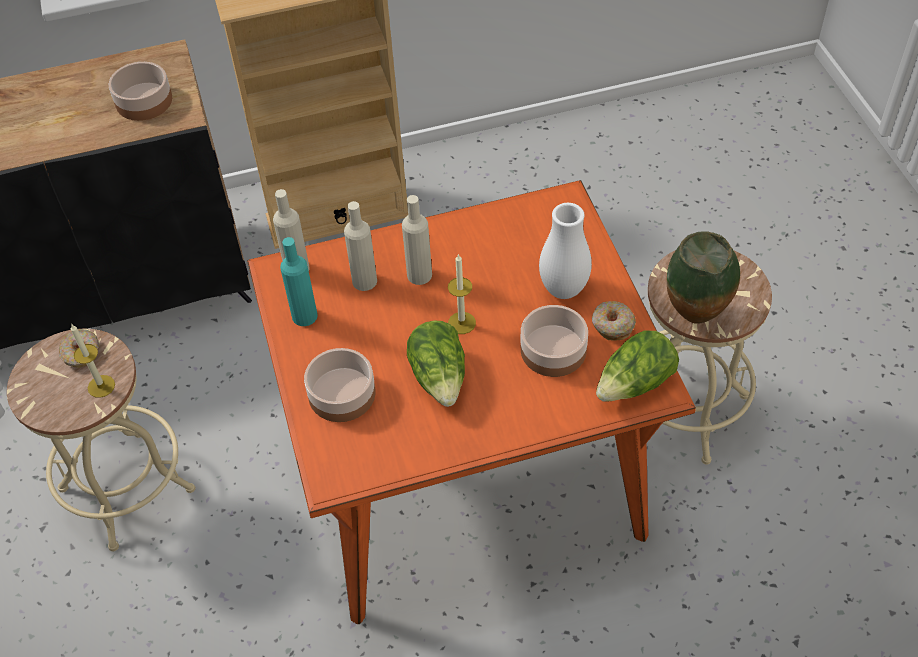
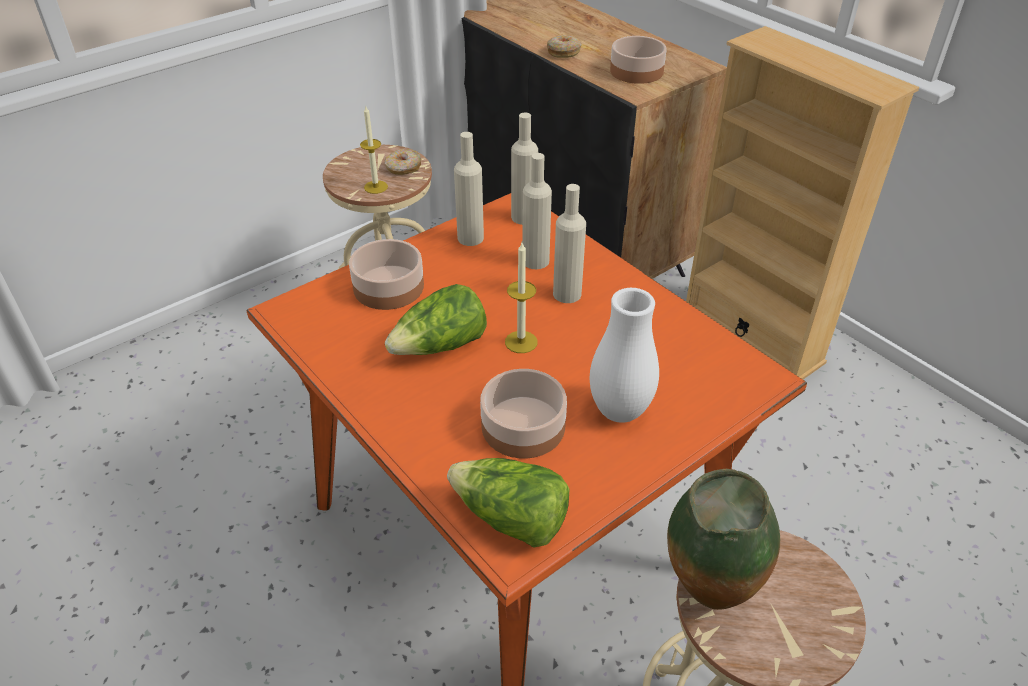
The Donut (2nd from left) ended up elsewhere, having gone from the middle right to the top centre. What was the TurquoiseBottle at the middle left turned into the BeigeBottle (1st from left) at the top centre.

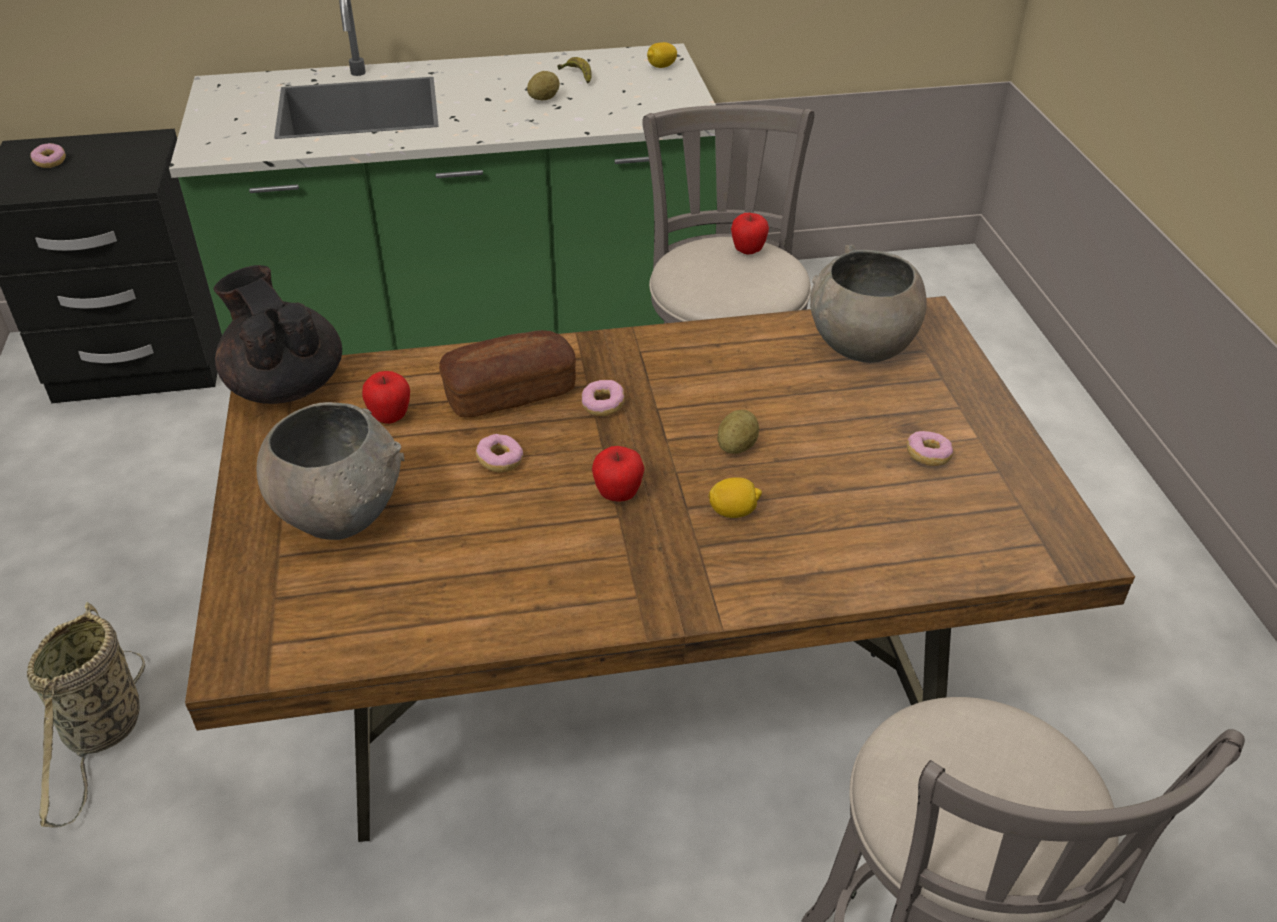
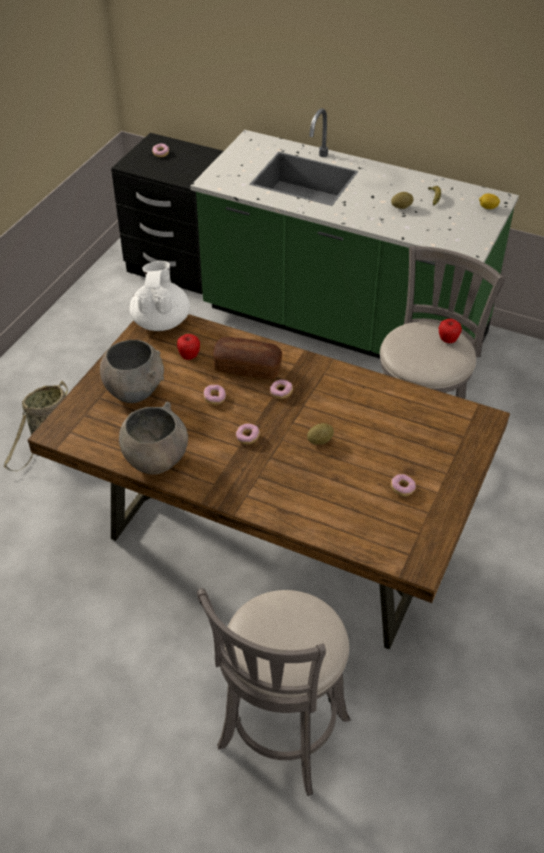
The second view lost the Lemon (2nd from left) at the centre. The GreyBowl (2nd from left) ended up elsewhere, having gone from the top right to the middle left. Where the Apple (2nd from left) stood at the centre, the Donut (3rd from left) came to stand at the centre. What was the BlackTeapot at the middle left turned into the WhiteTeapot at the middle left.

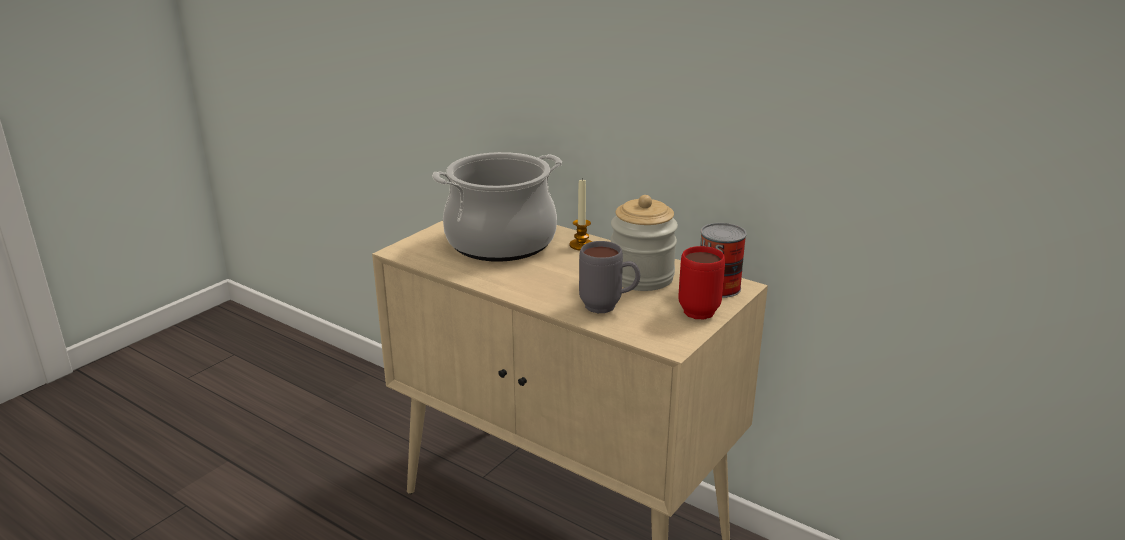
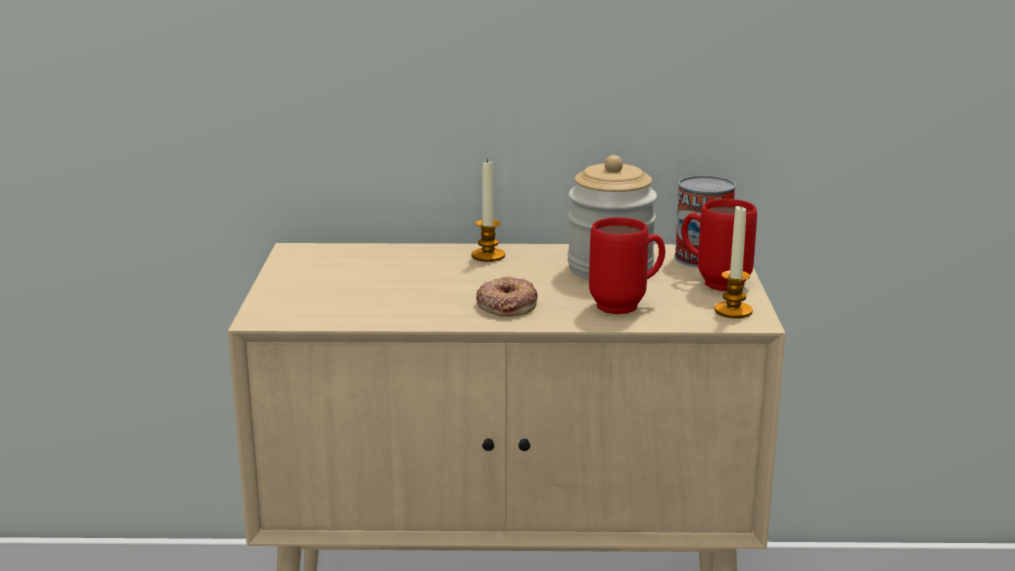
The second view lost the CookingPot at the centre. The second view gained the Donut at the centre. The second view gained the Candle (2nd from left) at the middle right. What was the GreyMug at the centre turned into the RedMug (1st from left) at the centre.

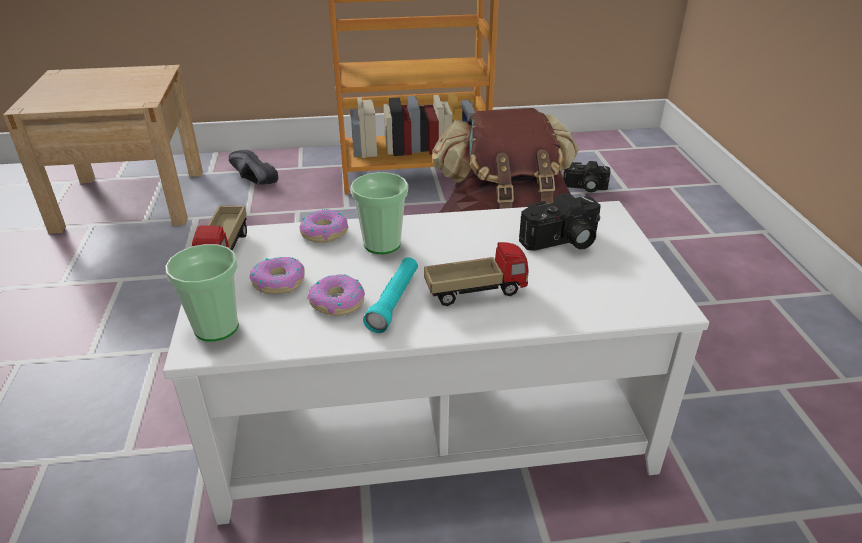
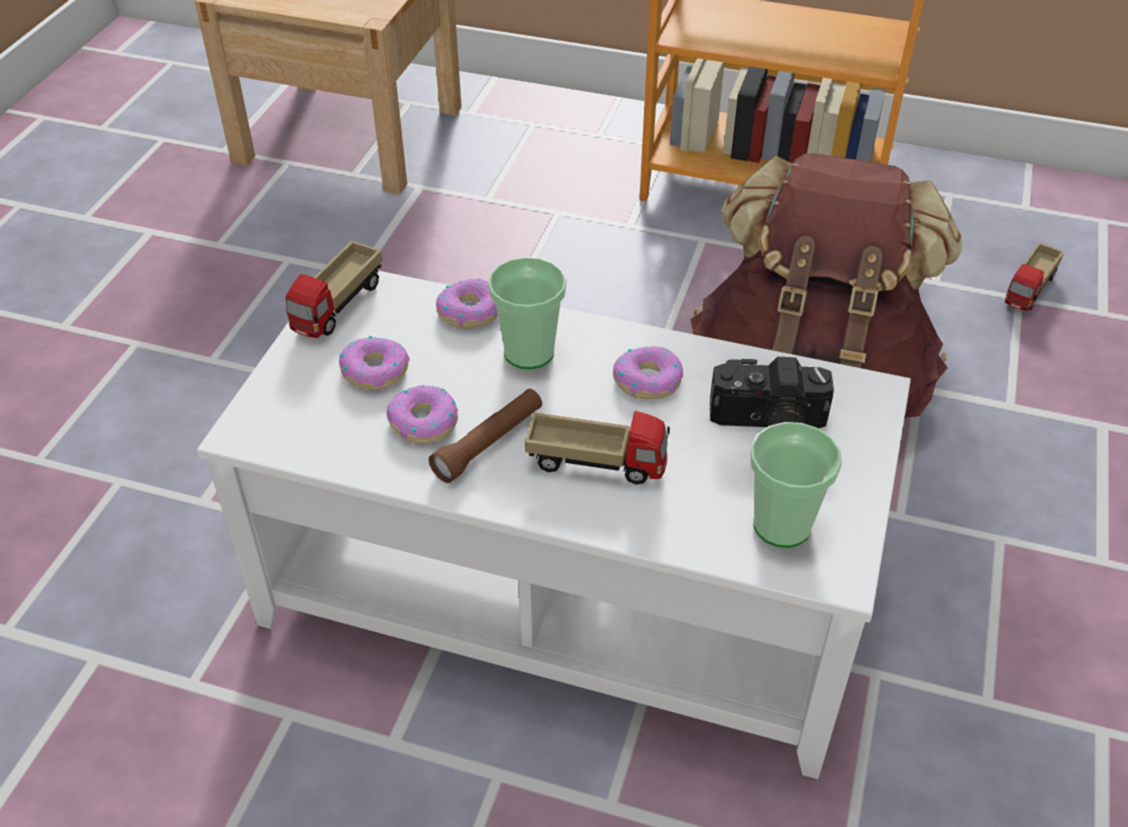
The second view lost the BlackShoe at the top left. The second view gained the Donut (4th from left) at the centre. The Cup (1st from left in the first image) ended up elsewhere, having gone from the middle left to the middle right. Where the PhotoCamera (2nd from left) stood at the top right, the ToyTruck (3rd from left) came to stand at the middle right. What was the TurquoiseFlashlight at the centre turned into the BrownFlashlight at the centre.

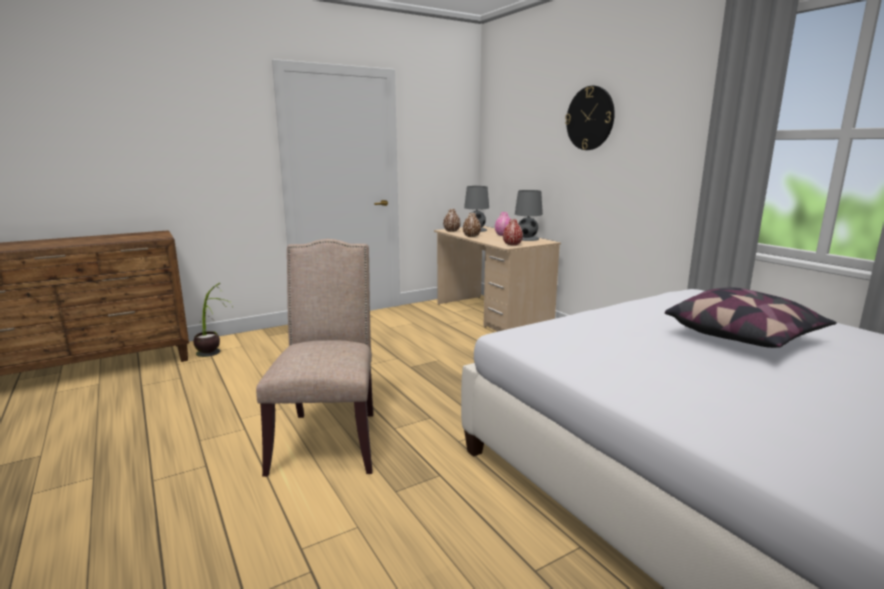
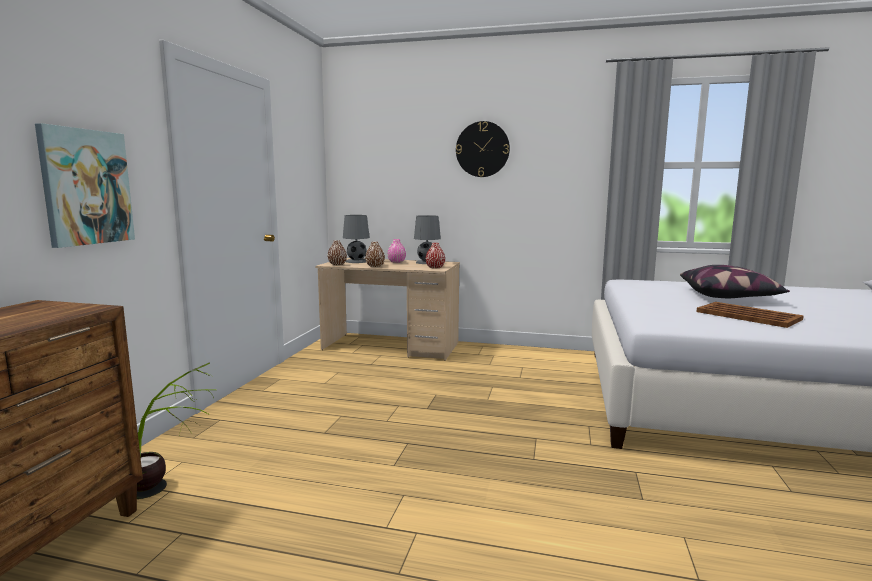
The second view lost the BeigeChair at the centre. The second view gained the Picture at the top left. The second view gained the BrownTray at the middle right.

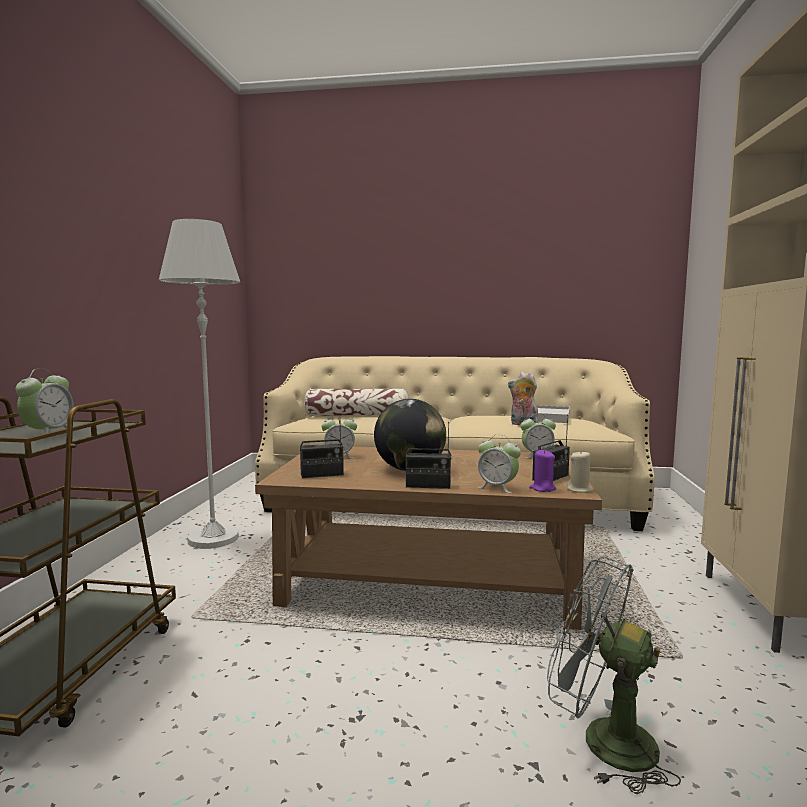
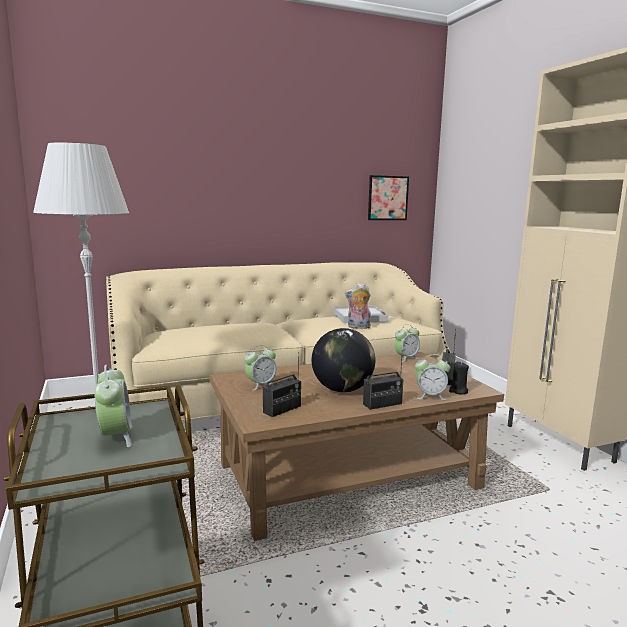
The second view lost the Pillow at the centre. The second view lost the GreyFan at the bottom right. The second view lost the BeigeCandle at the middle right. The second view gained the Picture at the top centre. What was the PurpleCandle at the middle right turned into the BlackCandle at the middle right.

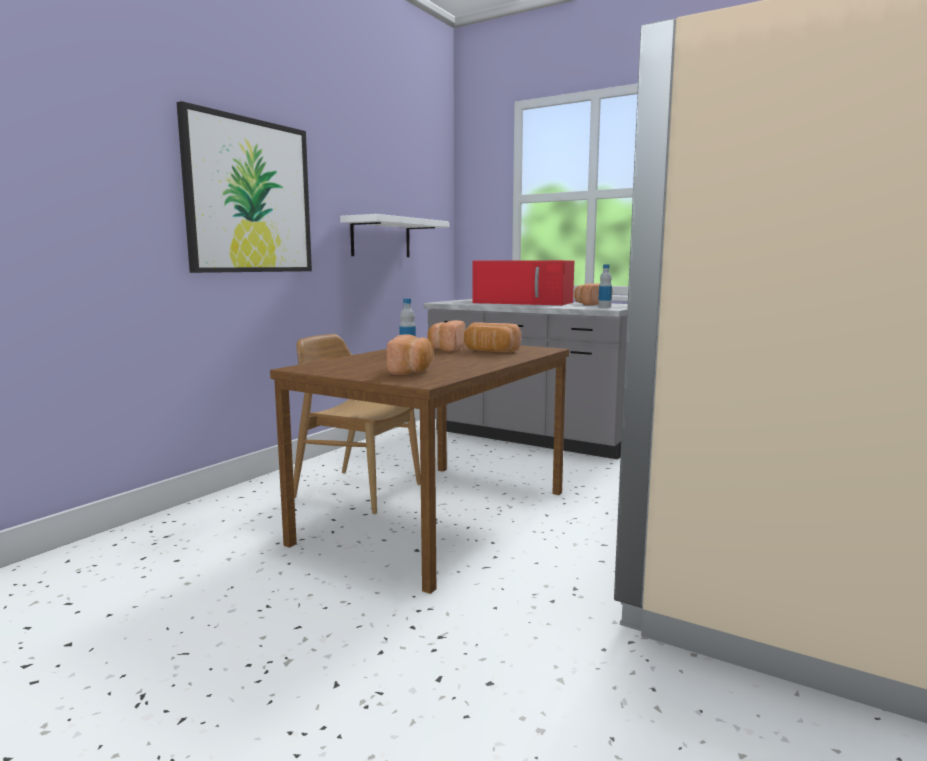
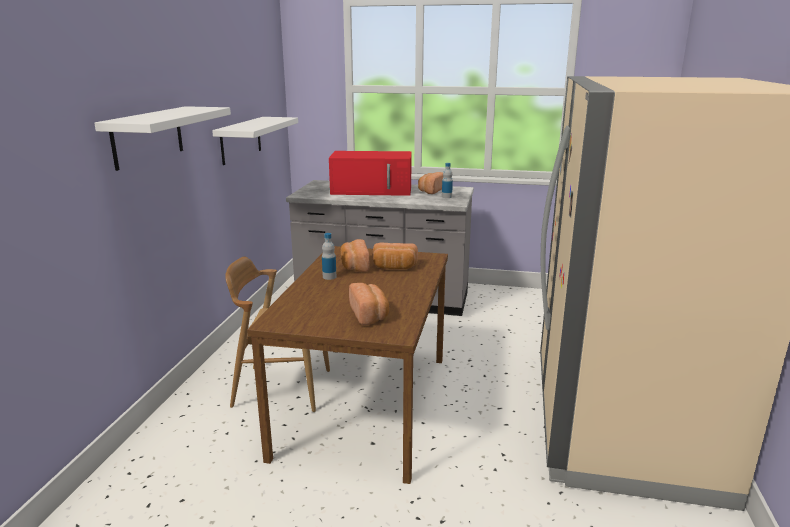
Where the Picture hung at the top left, the WhiteShelf (1st from left) came to hang at the top left.

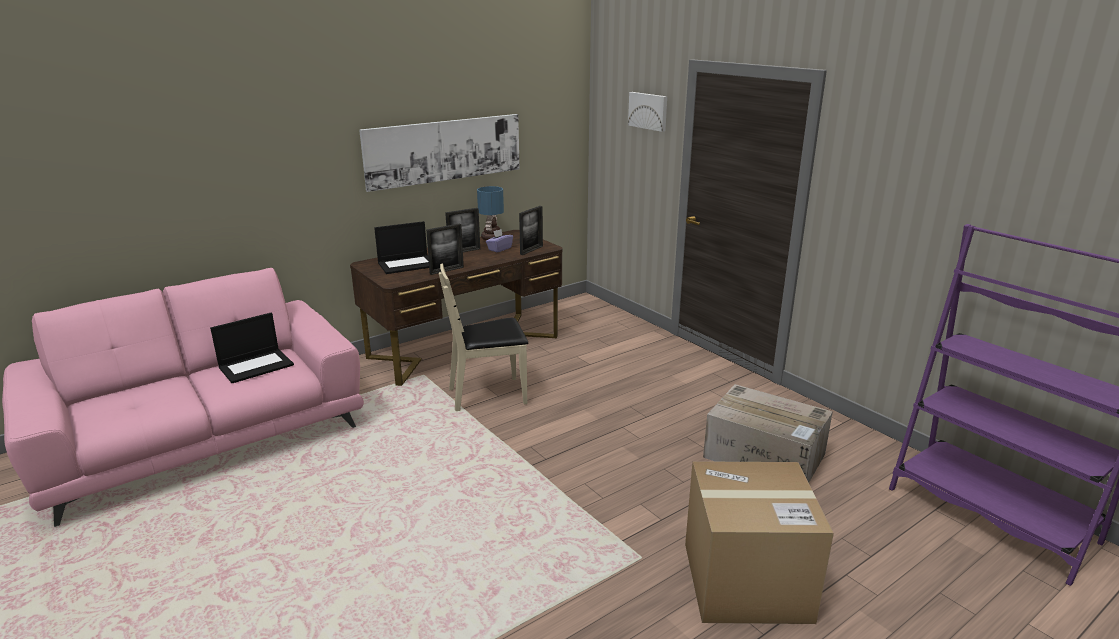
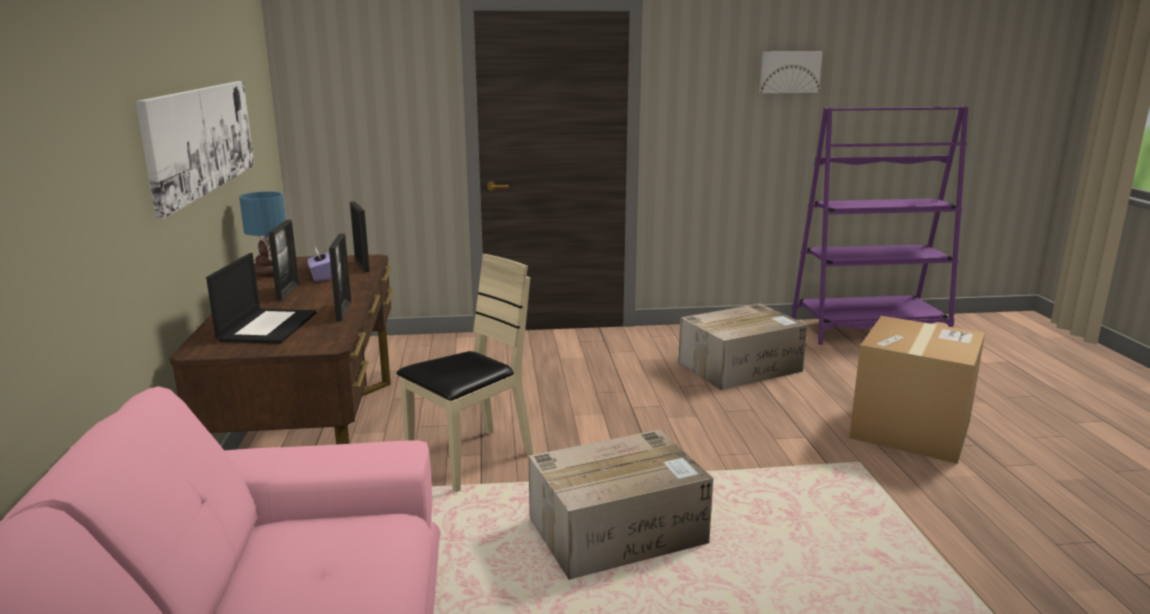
The second view lost the Laptop (1st from left) at the middle left. The second view gained the CardboardBox (1st from left) at the bottom centre. The Picture (2nd from left) ended up elsewhere, having gone from the top centre to the top right. The BeigeChair at the centre ended up facing another way, 150 degrees counterclockwise from before.

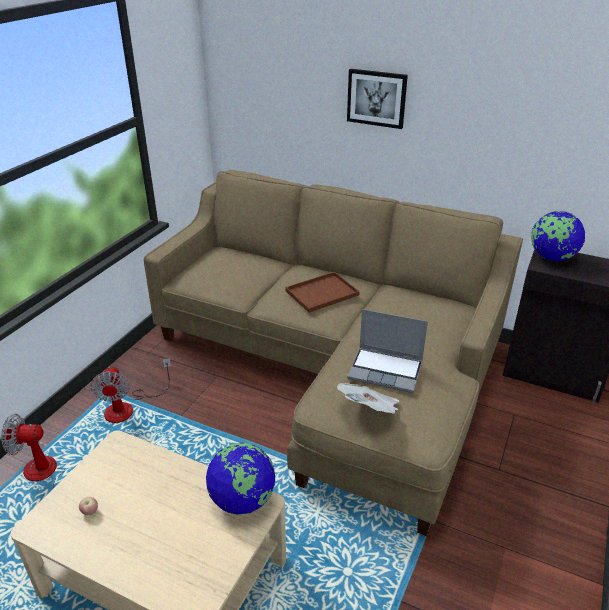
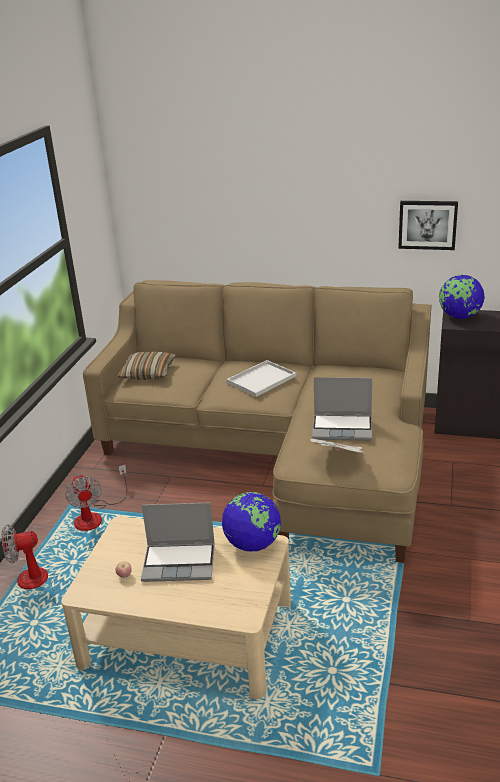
The second view gained the Pillow at the middle left. The second view gained the Laptop (1st from left) at the bottom centre. The Picture ended up elsewhere, having gone from the top centre to the top right. What was the BrownTray at the centre turned into the WhiteTray at the centre.

